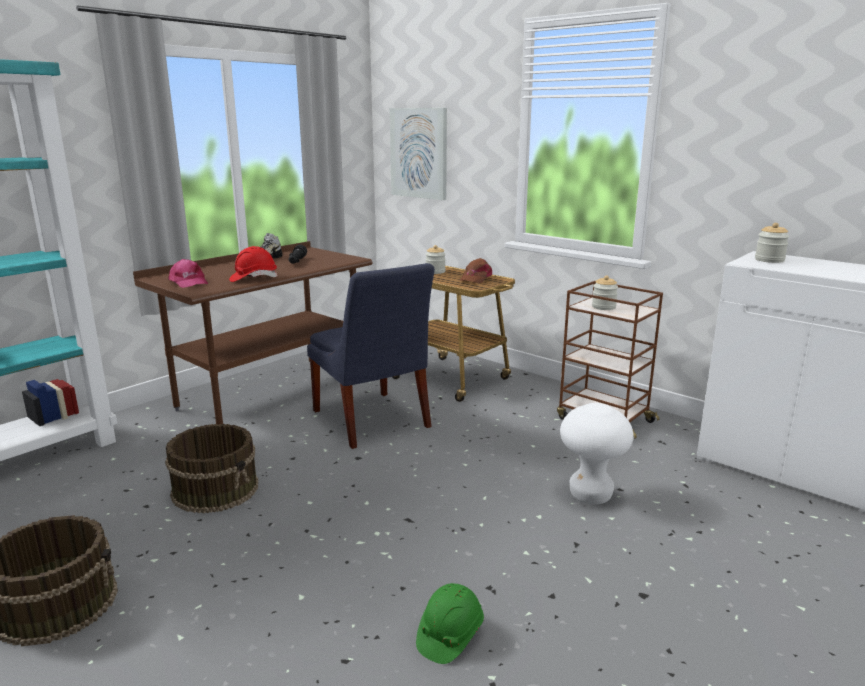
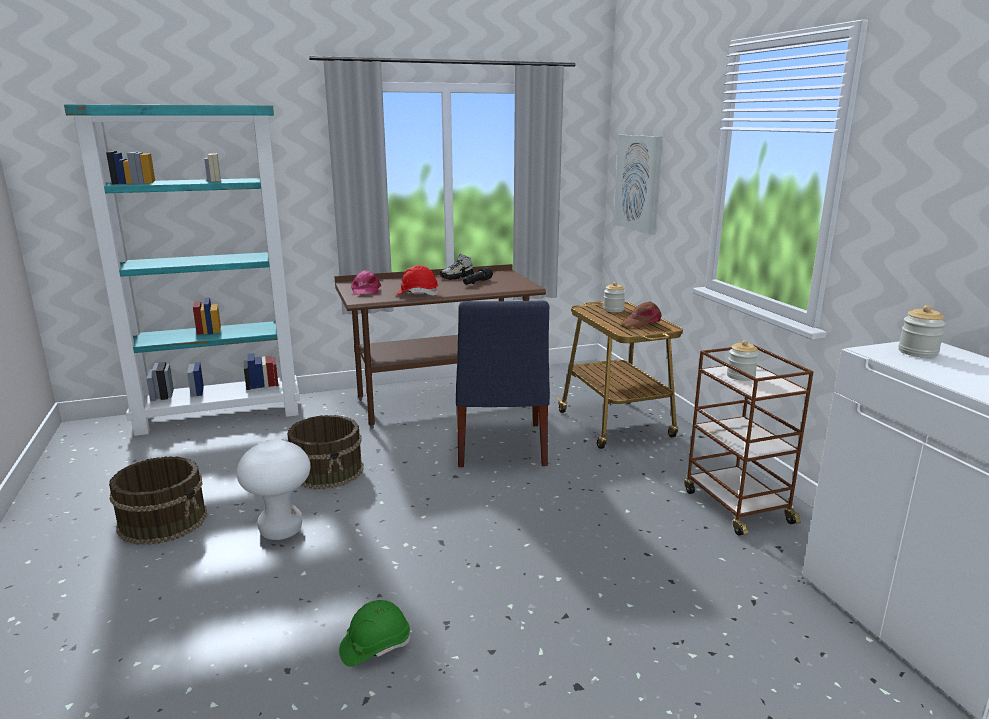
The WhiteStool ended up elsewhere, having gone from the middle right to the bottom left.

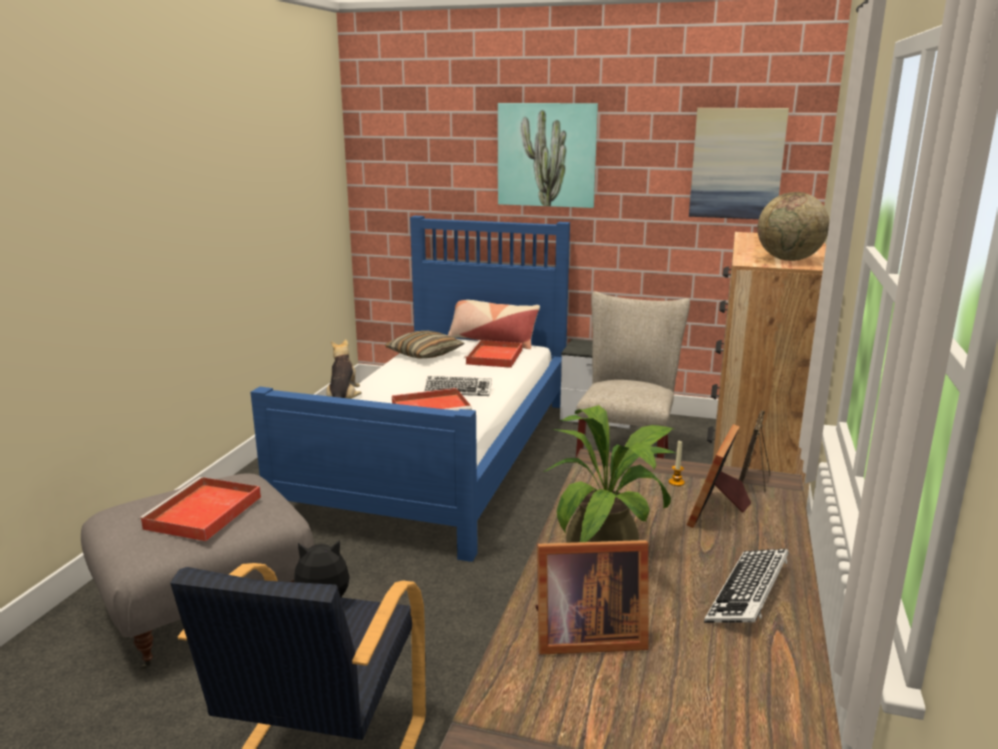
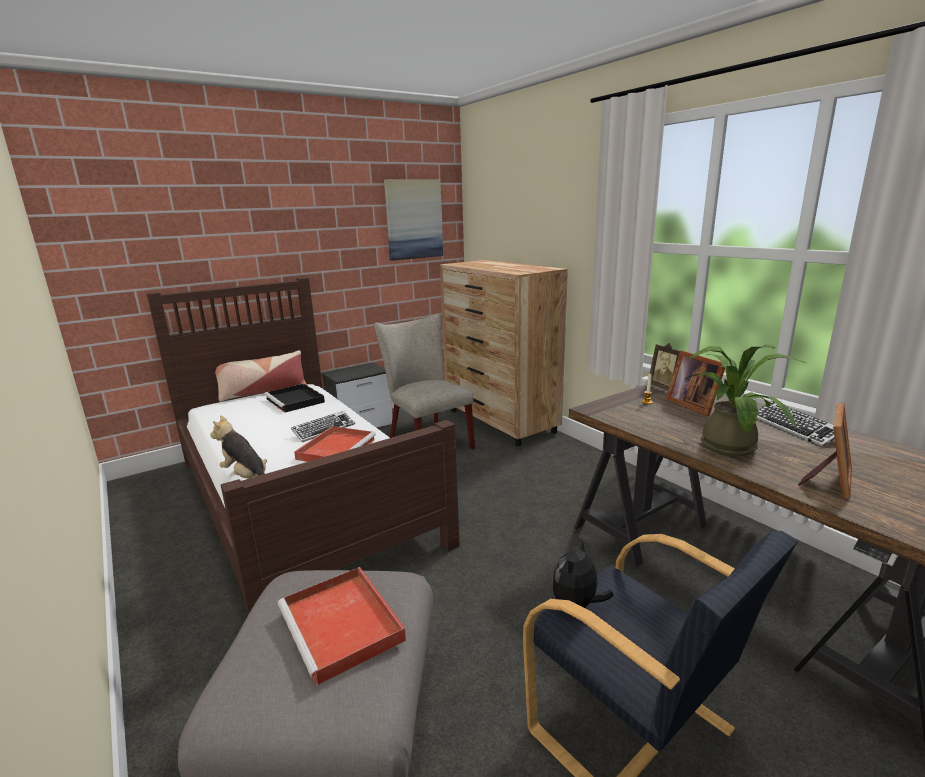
The second view lost the Pillow (1st from left) at the centre. The second view lost the Picture (1st from left) at the top centre. The second view lost the Globe at the top right. What was the BlueBed at the centre turned into the BrownBed at the middle left. What was the RedTray (3rd from left) at the centre turned into the BlackTray at the middle left.

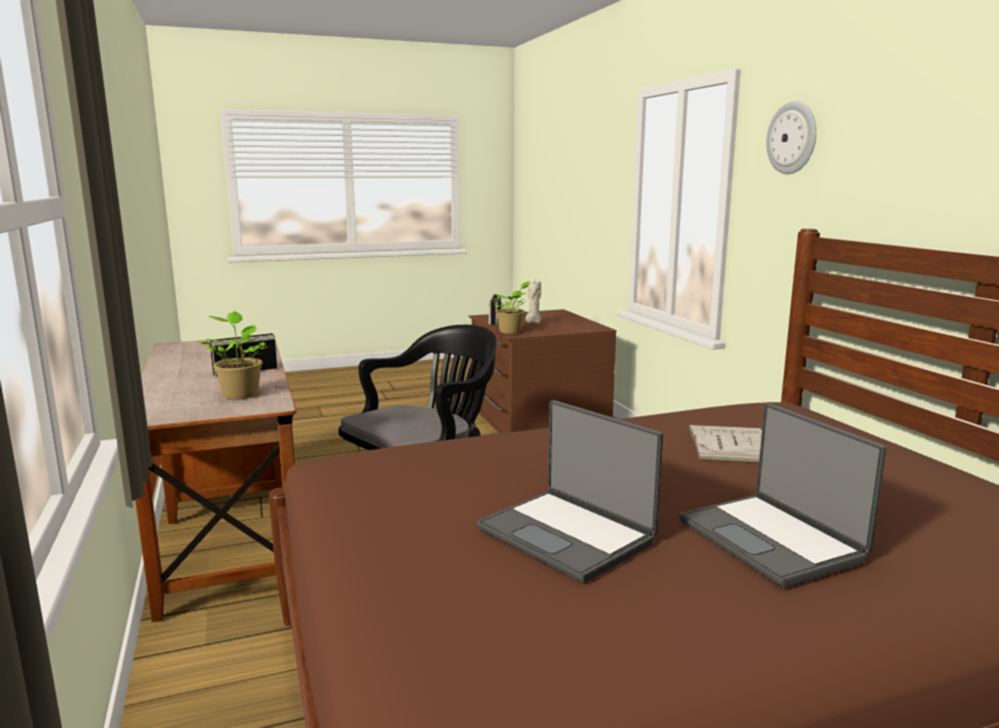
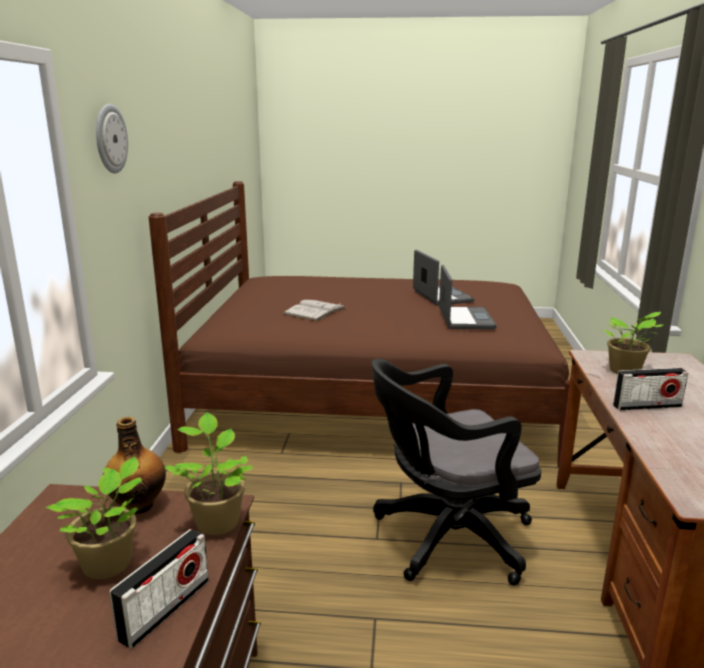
The second view gained the Bottle at the bottom left. The Laptop (2nd from left) ended up elsewhere, having gone from the bottom right to the centre. Where the BeigeCandle stood at the centre, the PottedPlant (1st from left) came to stand at the bottom left.

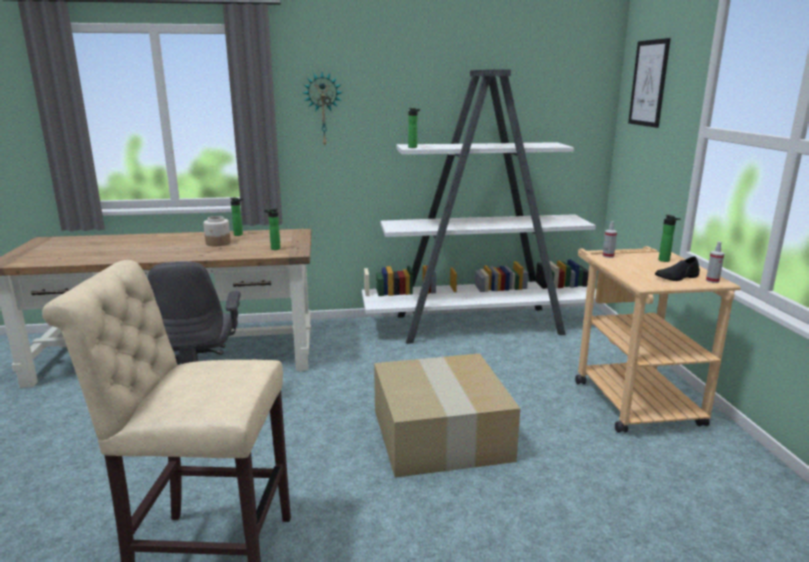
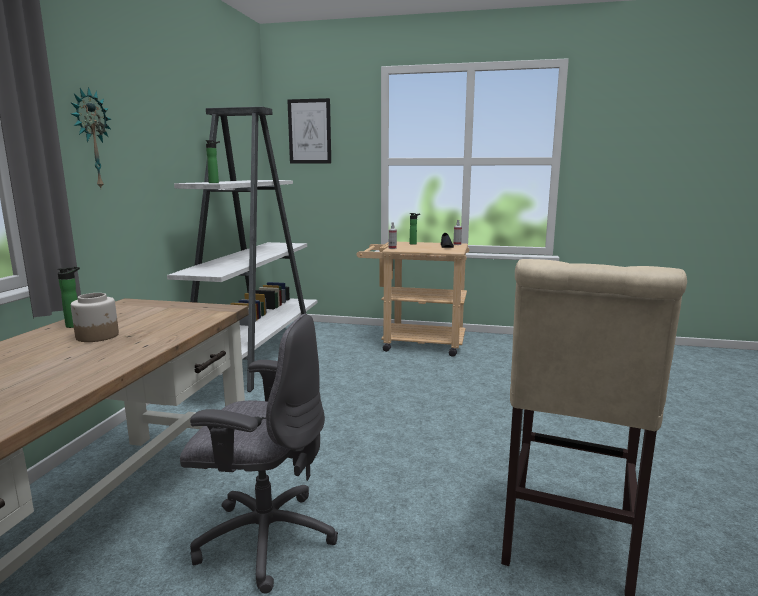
The second view lost the Bottle (2nd from left) at the centre. The second view lost the CardboardBox at the bottom centre.

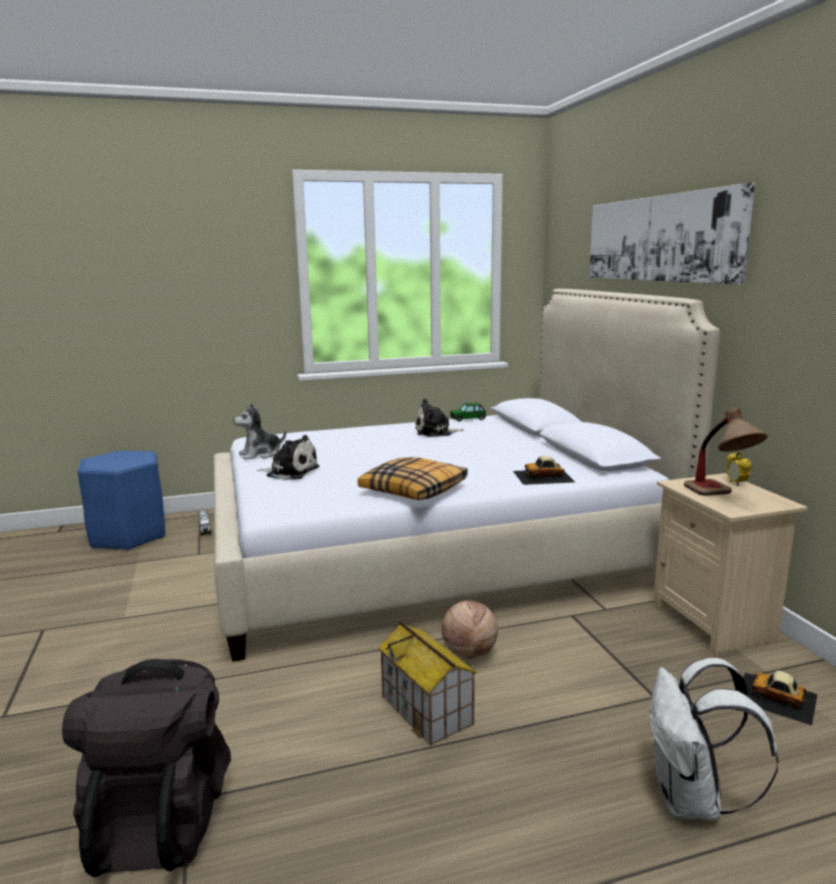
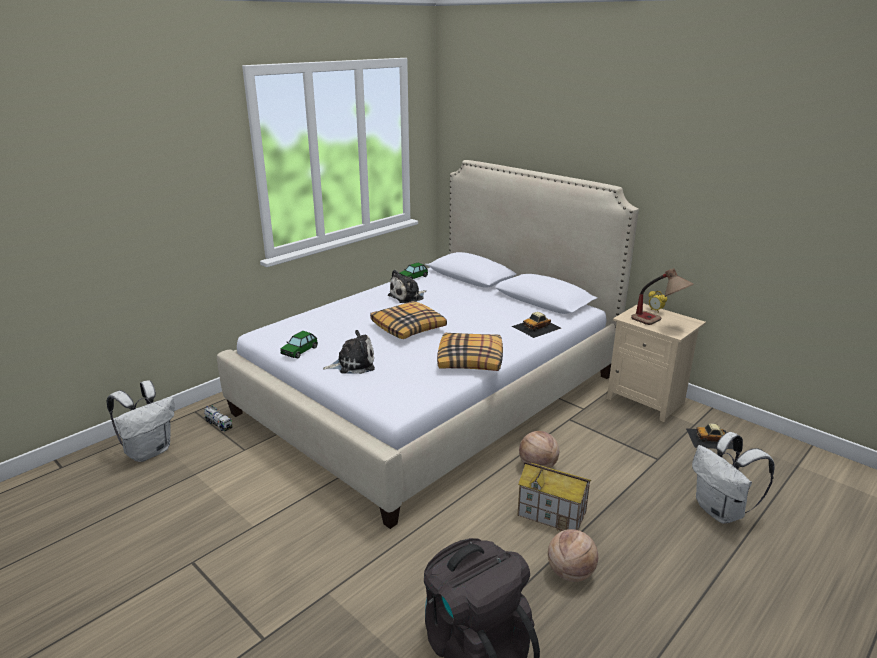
The second view lost the Picture at the top right. The second view gained the Pillow (1st from left) at the centre. The second view gained the Basketball (2nd from left) at the bottom centre. Where the BlueStool stood at the middle left, the WhiteBackpack (1st from left) came to stand at the middle left. Where the PlushToy (1st from left) stood at the middle left, the ToyCar (1st from left) came to stand at the centre.

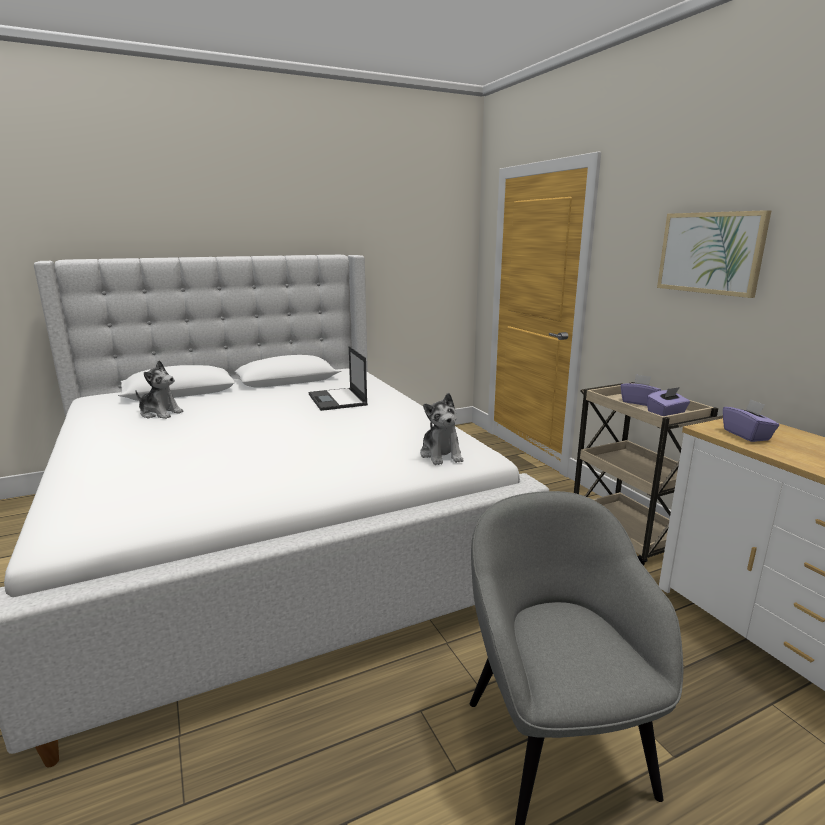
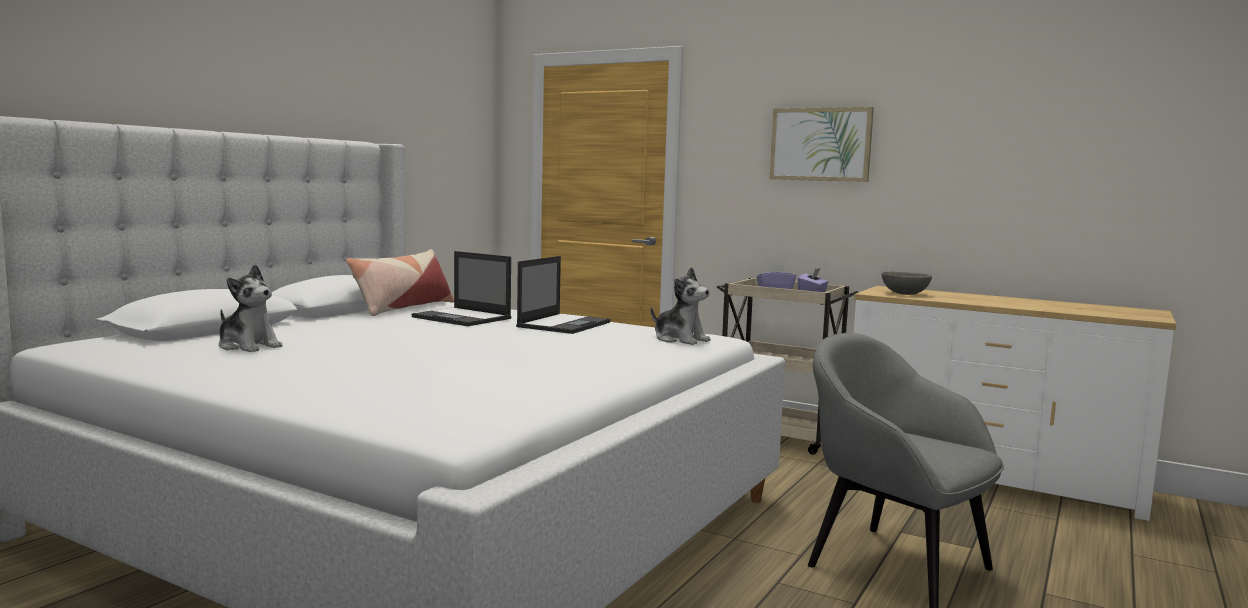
The second view gained the Pillow at the middle left. The second view gained the Laptop (2nd from left) at the centre. Where the PurpleTissueBox (3rd from left) stood at the middle right, the GreyBowl came to stand at the middle right. The PlushToy (1st from left) at the middle left ended up facing another way, 45 degrees clockwise from before.

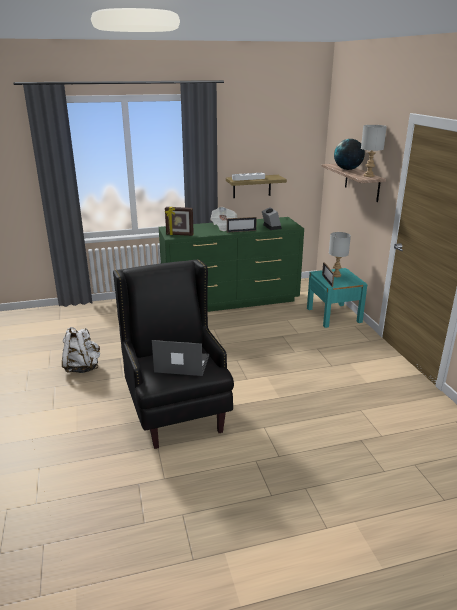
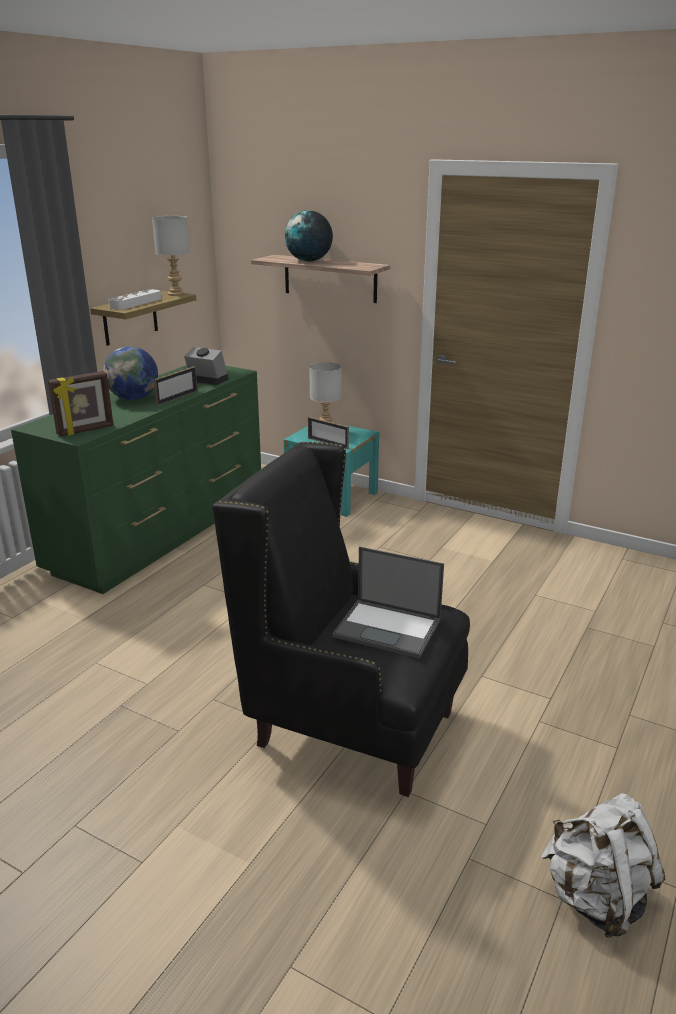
The WhiteBackpack ended up elsewhere, having gone from the middle left to the bottom right. The GreyTableLamp (2nd from left in the first image) ended up elsewhere, having gone from the top right to the top left. Where the Newspaper stood at the centre, the Globe (1st from left) came to stand at the middle left. The Laptop at the centre ended up facing another way, 120 degrees counterclockwise from before.

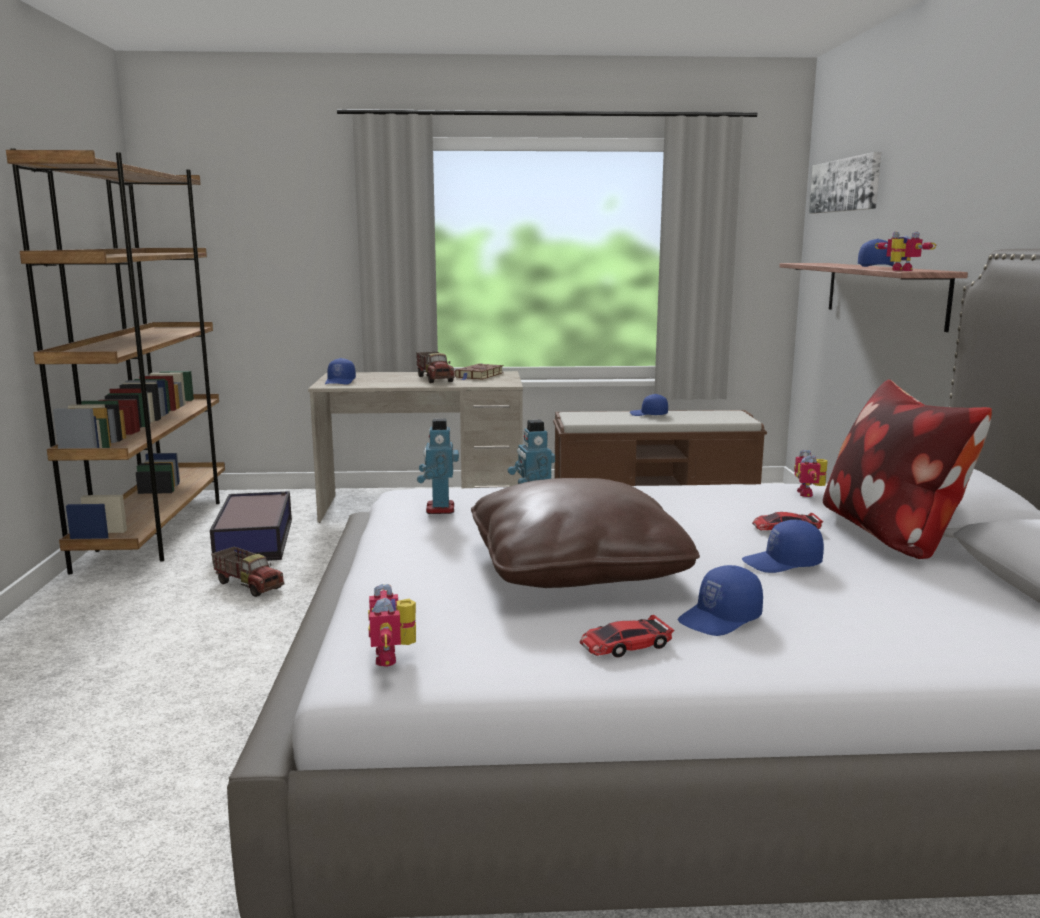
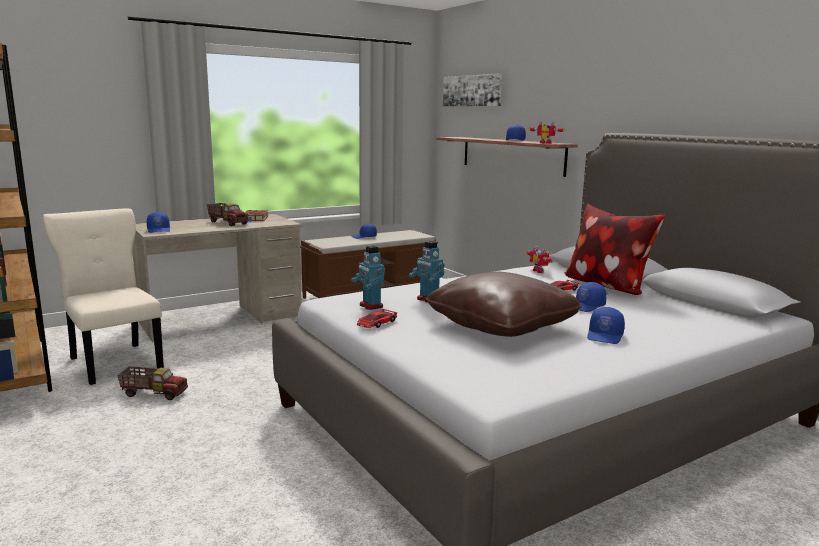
The second view lost the ToyRobot (1st from left) at the bottom centre. The ToyCar (1st from left) ended up elsewhere, having gone from the bottom centre to the centre. Where the StorageBox stood at the middle left, the BeigeChair came to stand at the middle left.

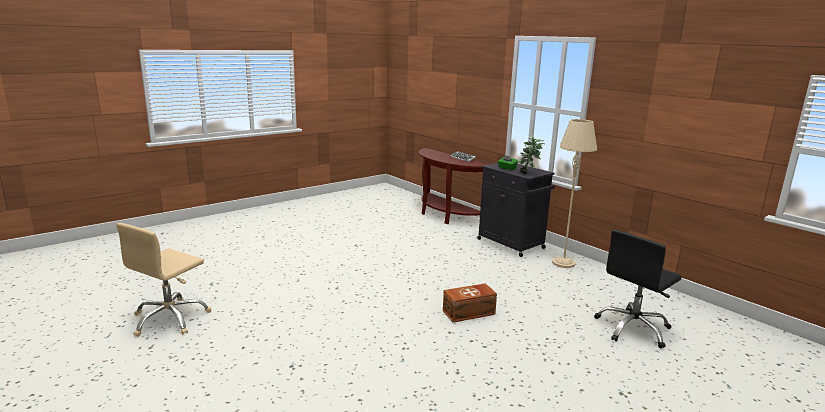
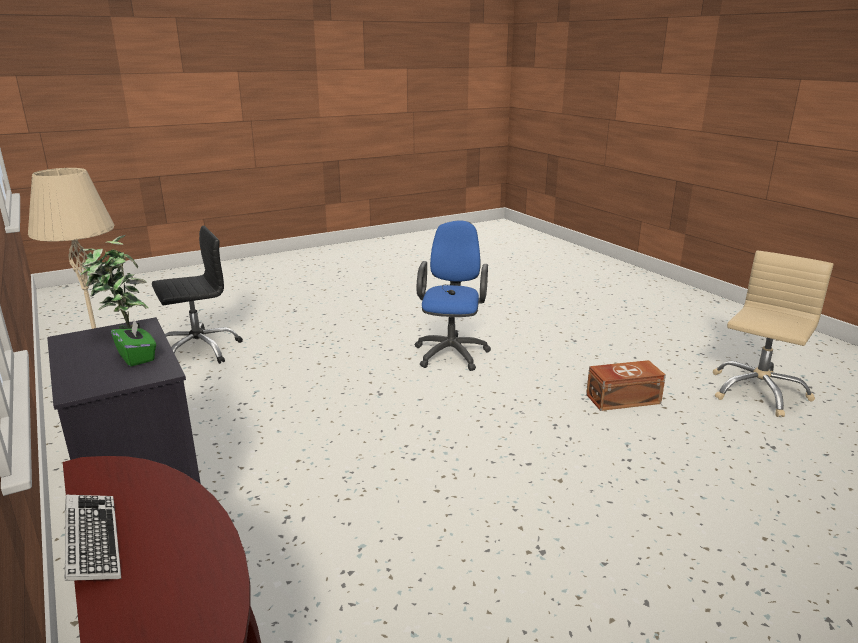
The second view gained the BlueOfficeChair at the centre. The BrownStorageBox ended up elsewhere, having gone from the bottom centre to the middle right.

